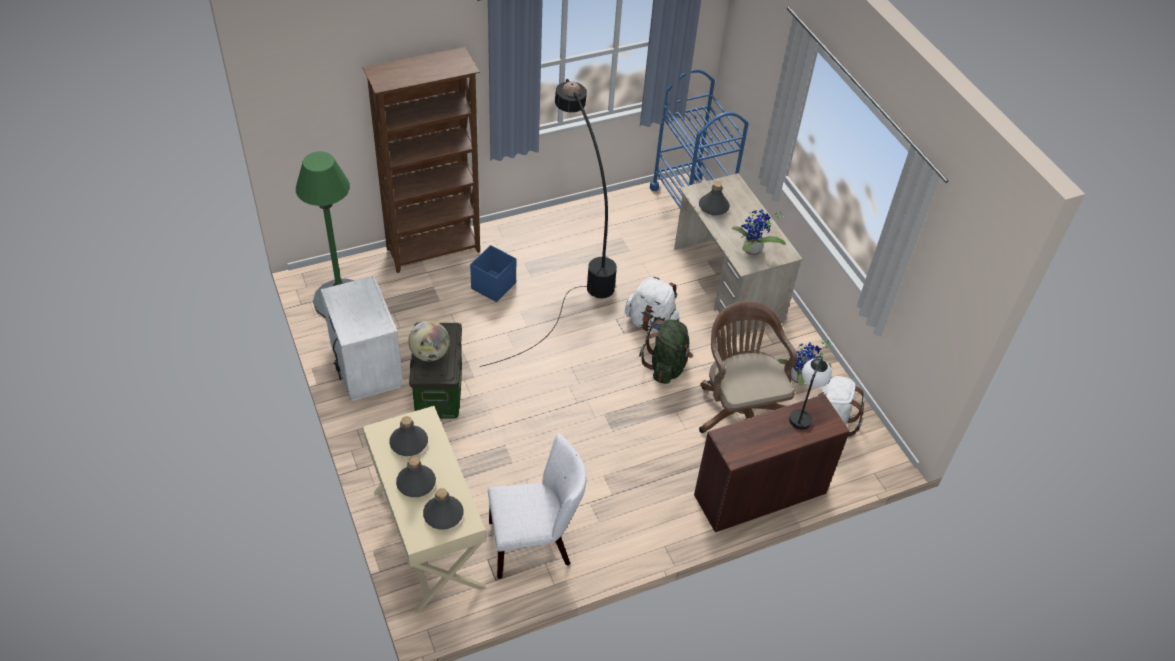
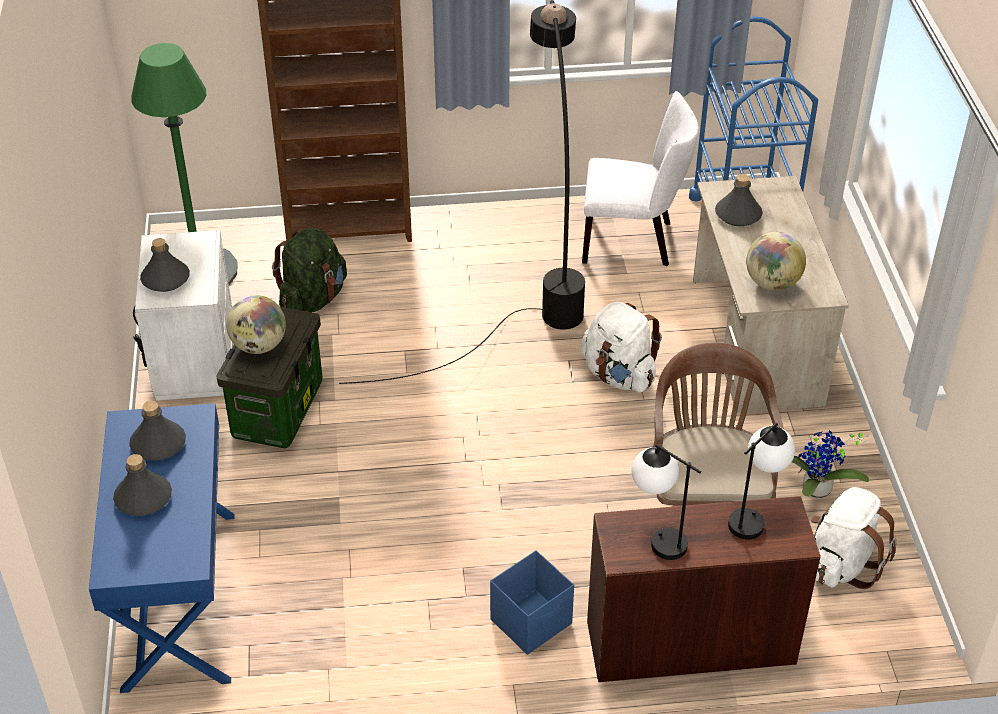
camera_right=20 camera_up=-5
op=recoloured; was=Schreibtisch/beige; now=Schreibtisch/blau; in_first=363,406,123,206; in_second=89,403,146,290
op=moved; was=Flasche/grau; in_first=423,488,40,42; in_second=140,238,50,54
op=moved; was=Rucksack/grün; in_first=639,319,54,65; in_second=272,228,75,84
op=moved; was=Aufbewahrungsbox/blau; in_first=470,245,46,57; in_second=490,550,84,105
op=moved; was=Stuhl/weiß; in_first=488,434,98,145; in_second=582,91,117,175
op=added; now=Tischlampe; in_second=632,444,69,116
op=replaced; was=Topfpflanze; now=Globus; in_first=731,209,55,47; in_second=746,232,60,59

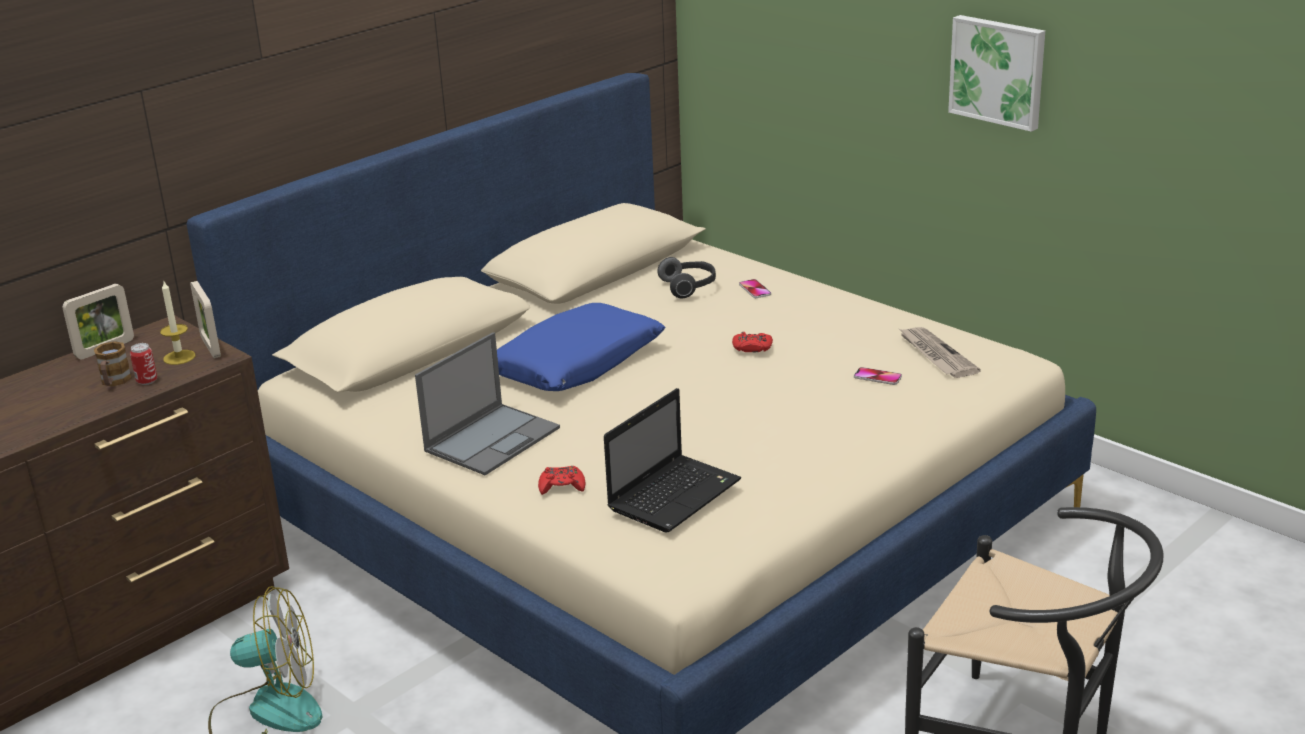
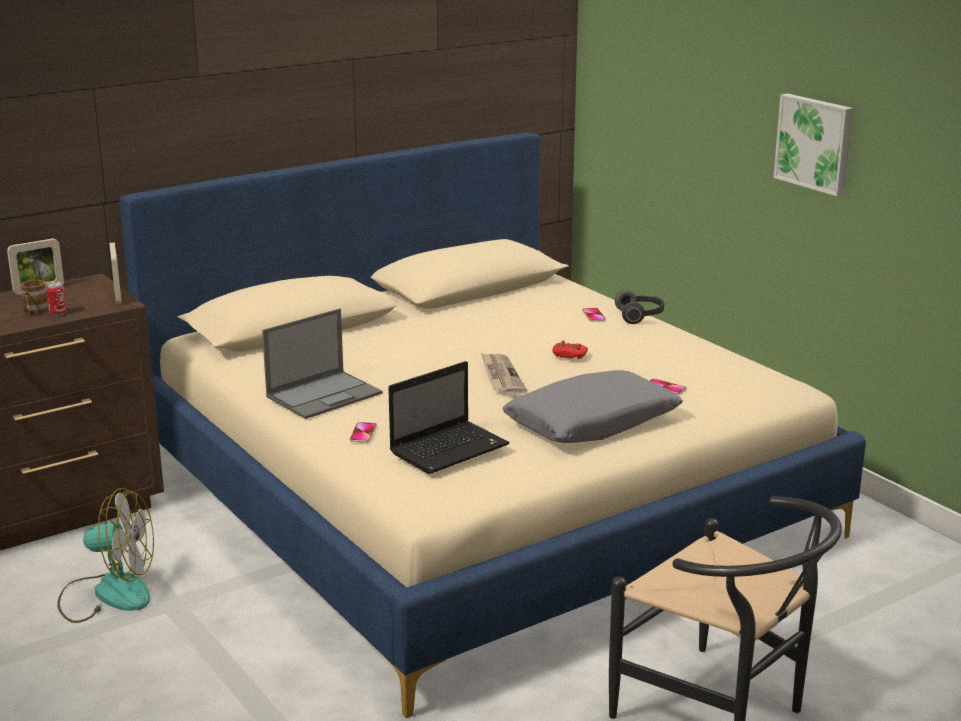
camera_right=10 camera_up=-5
op=replaced; was=Gamepad/rot; now=Handy; in_first=538,466,47,29; in_second=349,422,28,21
op=moved; was=Zeitung; in_first=899,327,82,51; in_second=481,353,46,42
op=added; now=Kissen/grau; in_second=502,370,181,73
op=moved; was=Kopfhörer; in_first=657,257,59,41; in_second=615,289,49,35
op=removed; was=Kerze; in_first=160,281,35,84
op=removed; was=Kissen/blau; in_first=497,303,168,88

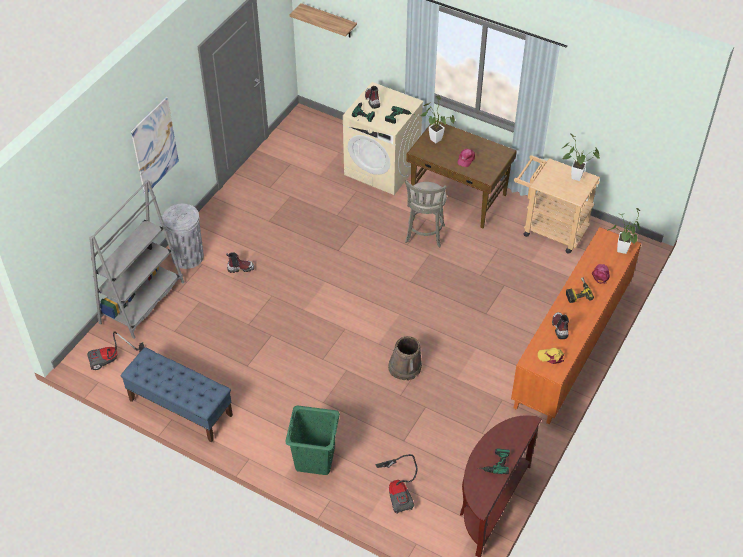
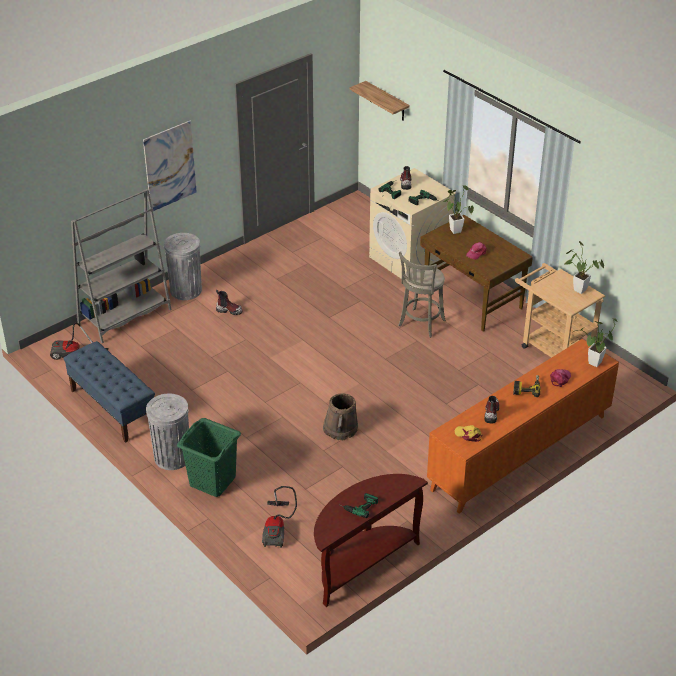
camera_right=20 camera_up=-10
op=added; now=Mülleimer/grau; in_second=146,394,43,76

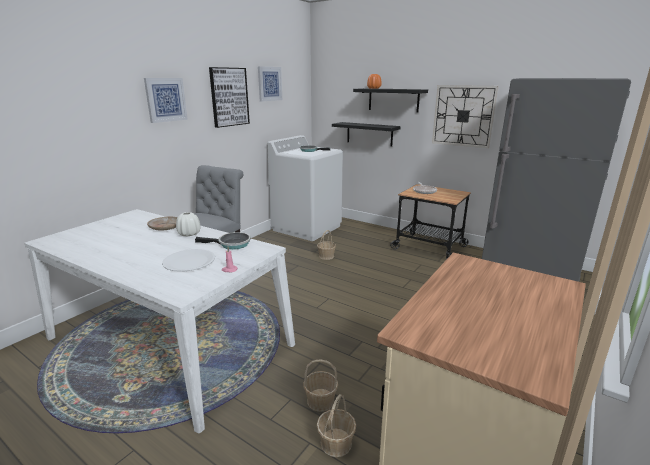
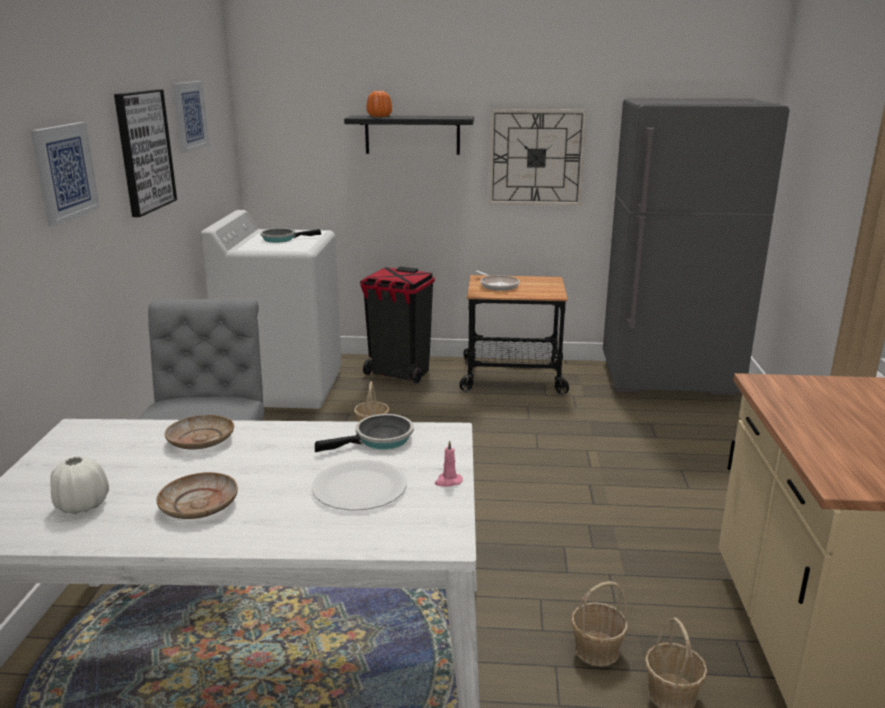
camera_right=-30 camera_up=0
op=moved; was=Vase/weiß; in_first=176,212,25,25; in_second=50,456,59,58
op=added; now=Teller/beige; in_second=157,472,81,47
op=added; now=Mülleimer/schwarz; in_second=360,267,75,116
op=removed; was=Wandregal/schwarz; in_first=332,122,69,25

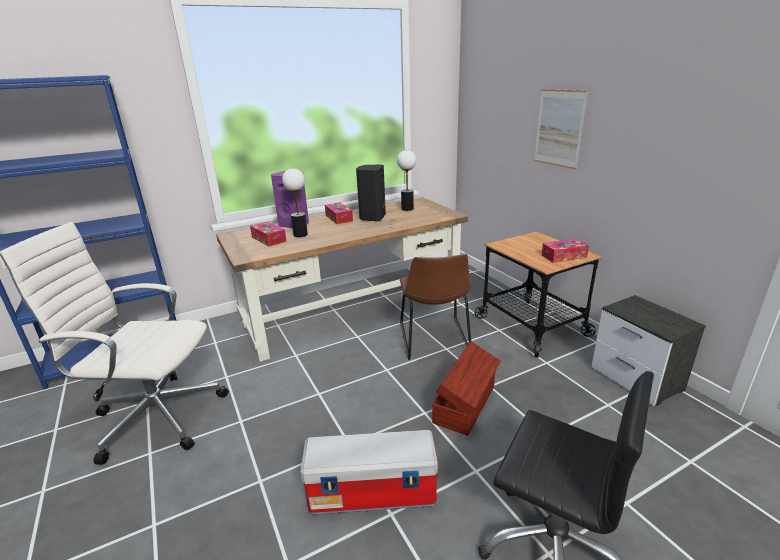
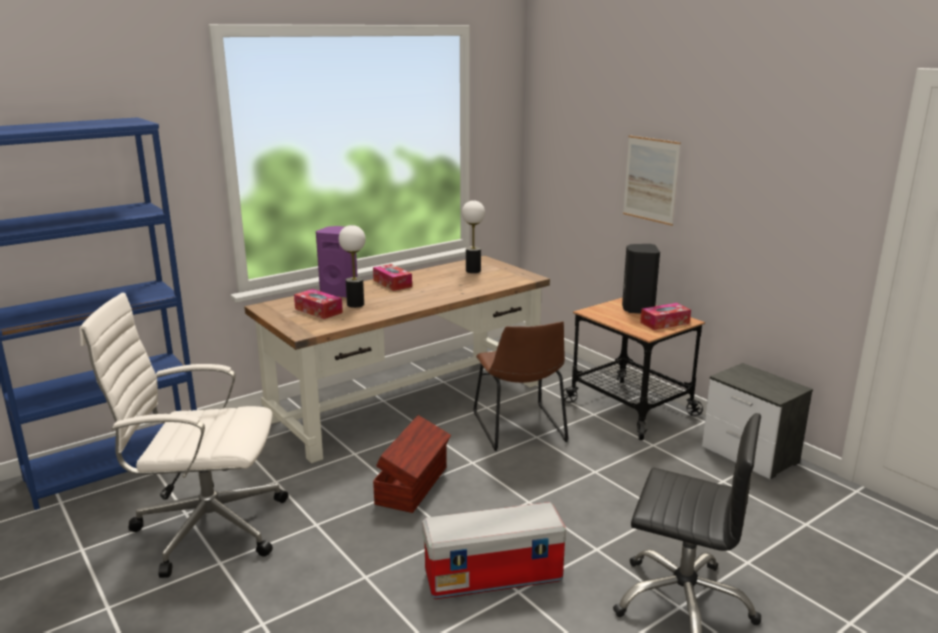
camera_right=-10 camera_up=-5
op=moved; was=Aufbewahrungsbox/braun; in_first=432,341,69,95; in_second=373,415,78,98
op=moved; was=Lautsprecher/schwarz; in_first=356,164,30,58; in_second=622,244,38,70

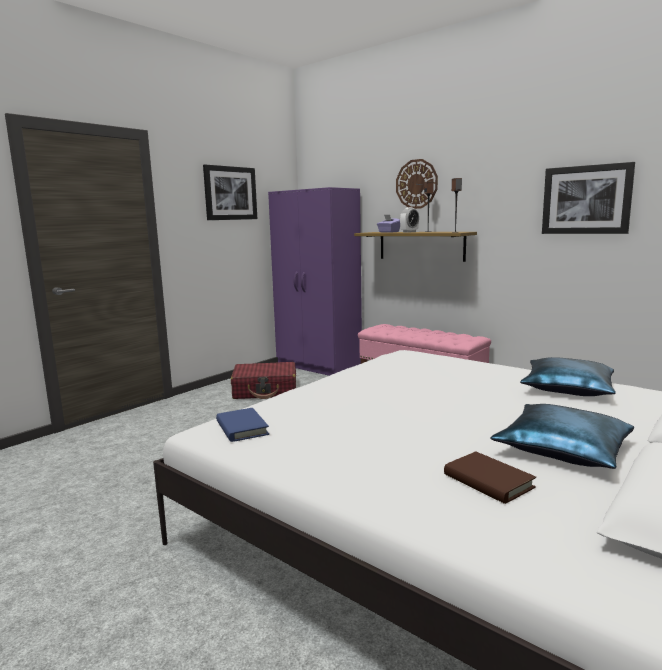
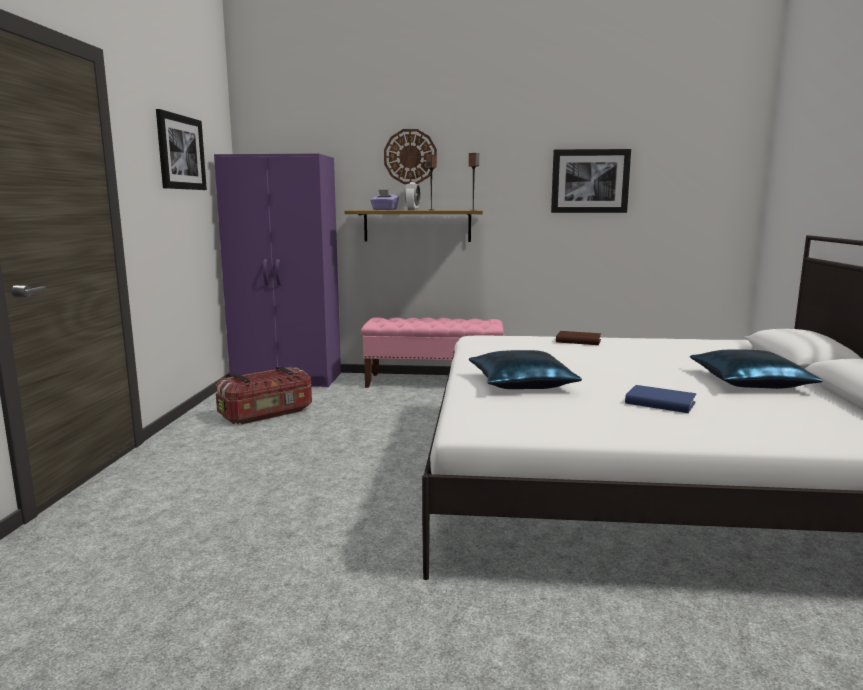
camera_right=-35 camera_up=0
op=replaced; was=Koffer/rot; now=Aufbewahrungsbox; in_first=231,362,65,37; in_second=215,366,97,58
op=moved; was=Kissen/blau; in_first=520,357,96,39; in_second=469,350,113,39
op=moved; was=Buch/braun; in_first=444,451,92,53; in_second=556,331,45,14
op=moved; was=Buch/blau; in_first=216,408,53,34; in_second=625,385,71,28

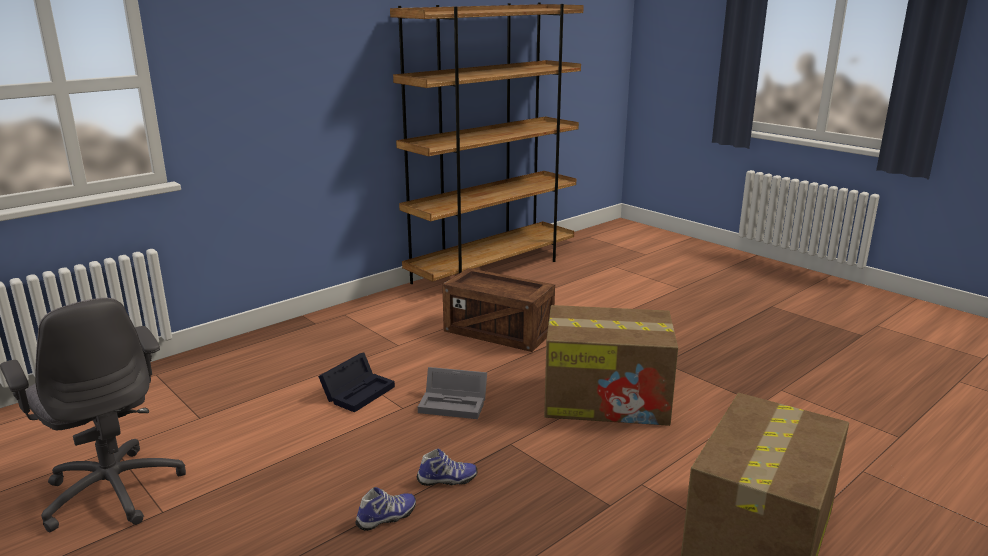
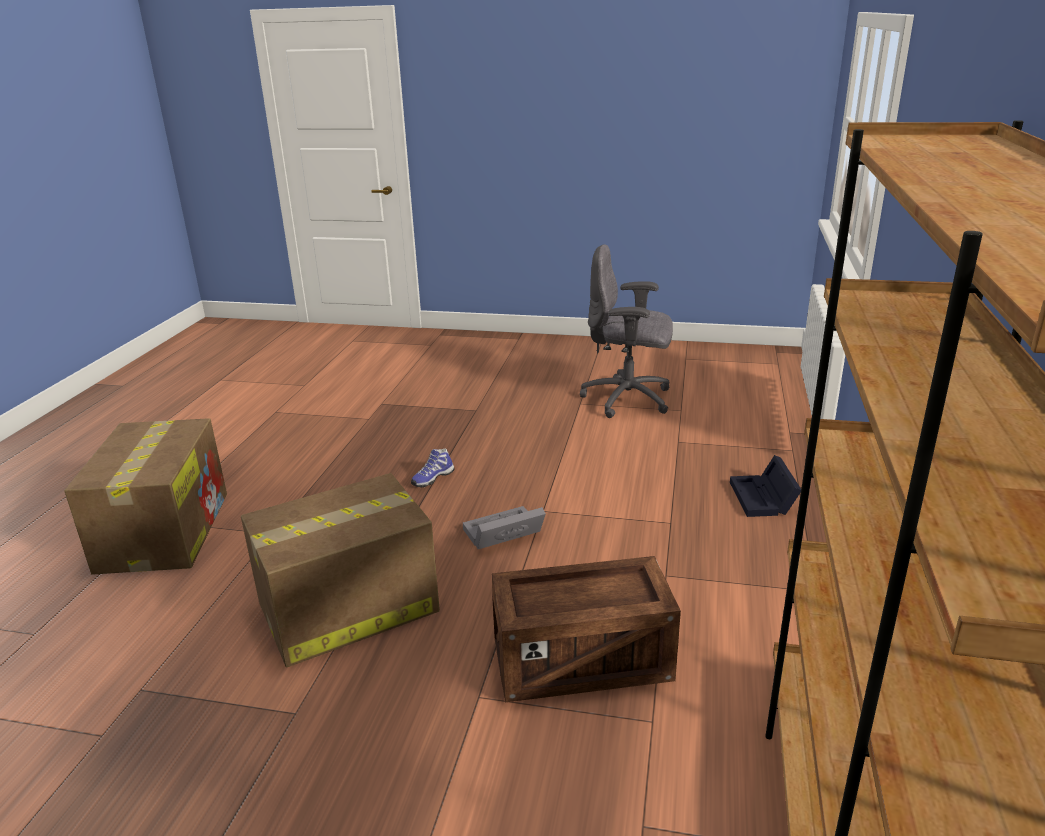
camera_right=145 camera_up=5
op=moved; was=Aufbewahrungsbox/schwarz; in_first=318,352,77,61; in_second=730,455,71,62
op=removed; was=Schuh; in_first=356,487,60,44

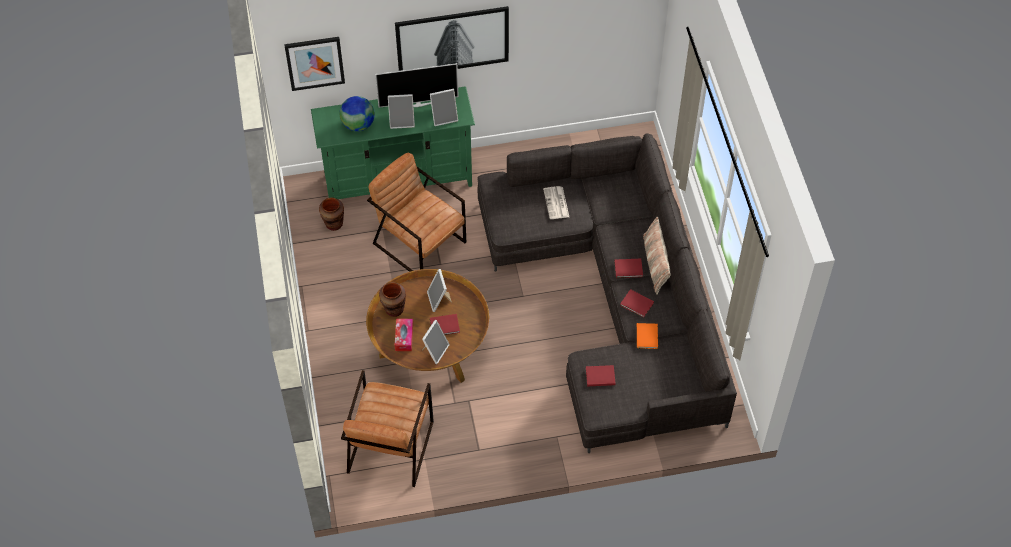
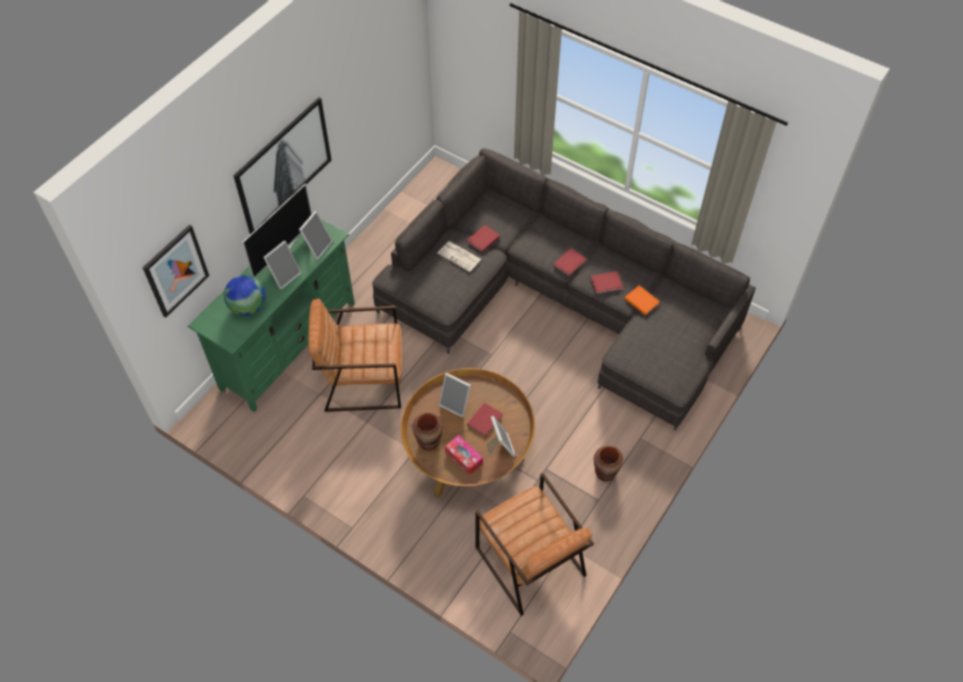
camera_right=-45 camera_up=0
op=moved; was=Buch/rot; in_first=586,365,30,21; in_second=467,225,33,28
op=moved; was=Vase/braun; in_first=319,197,25,34; in_second=594,446,29,36
op=removed; was=Kissen; in_first=643,217,27,78

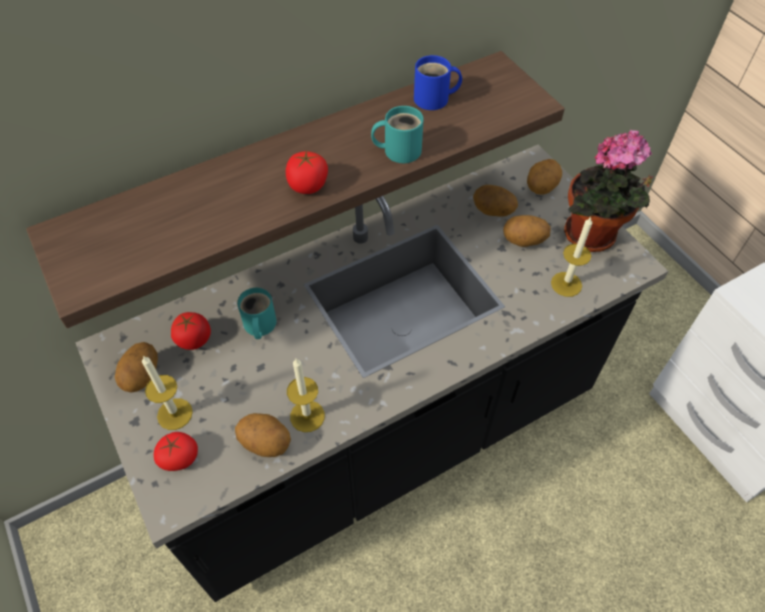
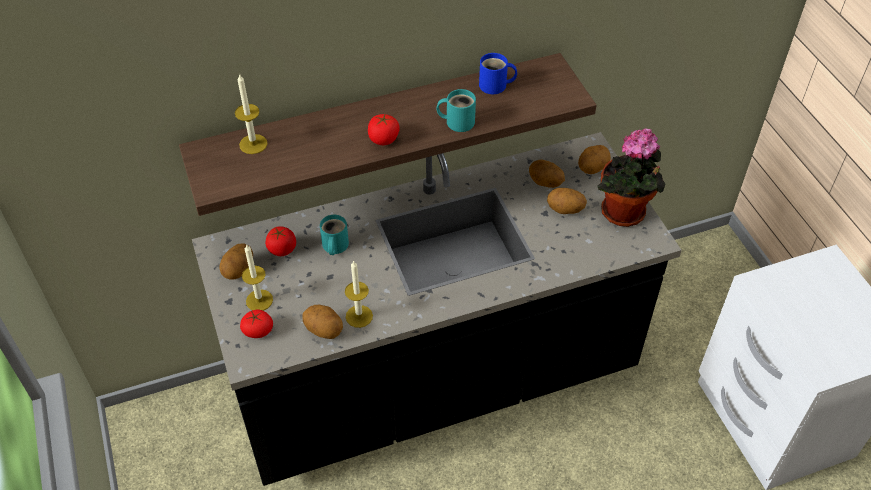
camera_right=10 camera_up=-5
op=moved; was=Kerze; in_first=551,217,41,80; in_second=235,73,32,81

